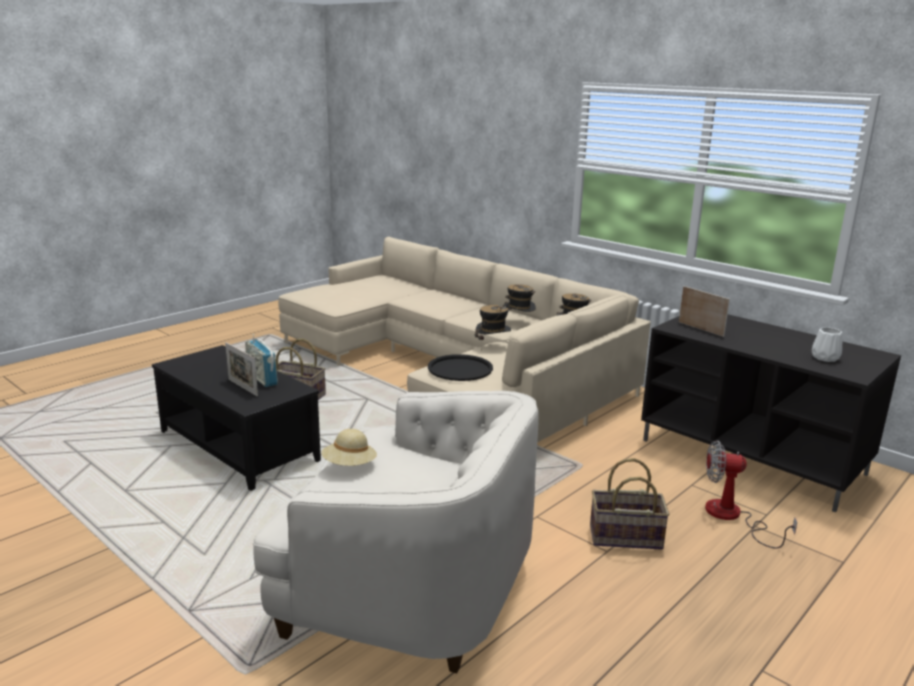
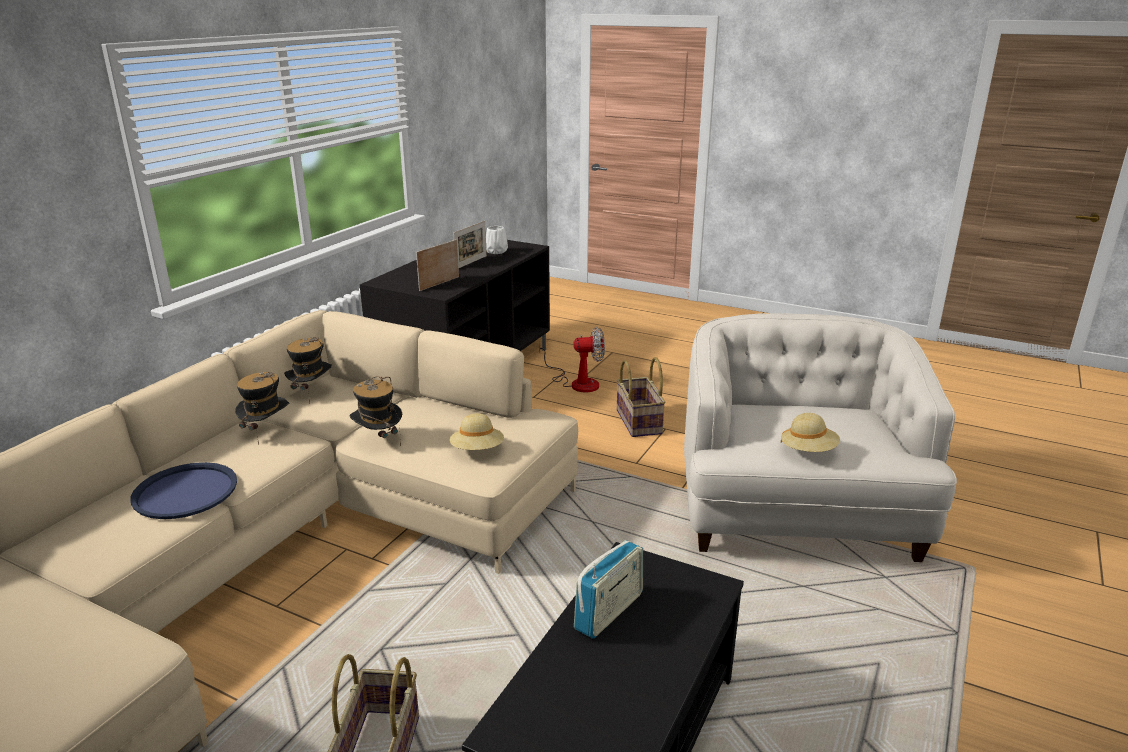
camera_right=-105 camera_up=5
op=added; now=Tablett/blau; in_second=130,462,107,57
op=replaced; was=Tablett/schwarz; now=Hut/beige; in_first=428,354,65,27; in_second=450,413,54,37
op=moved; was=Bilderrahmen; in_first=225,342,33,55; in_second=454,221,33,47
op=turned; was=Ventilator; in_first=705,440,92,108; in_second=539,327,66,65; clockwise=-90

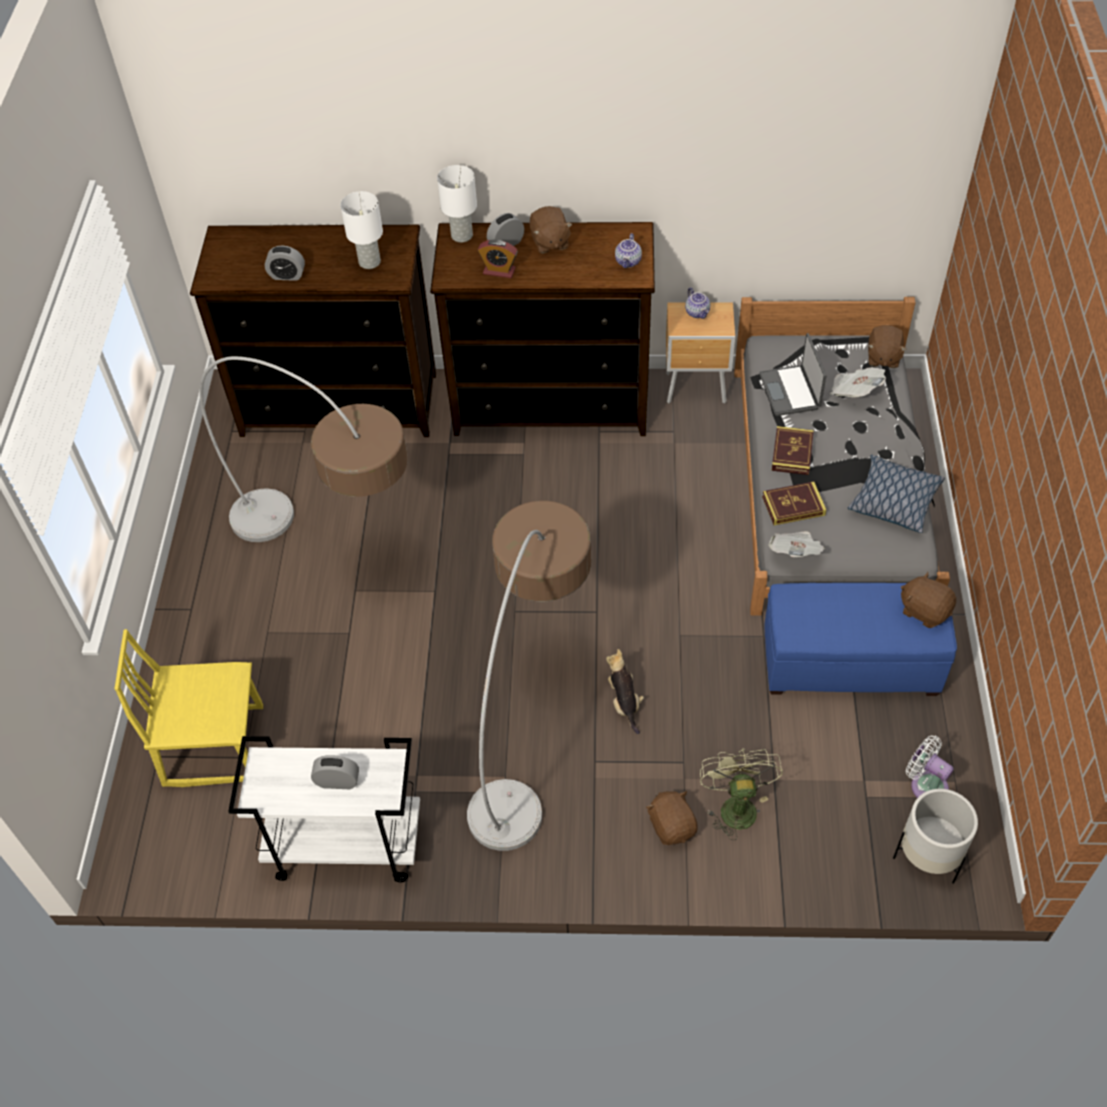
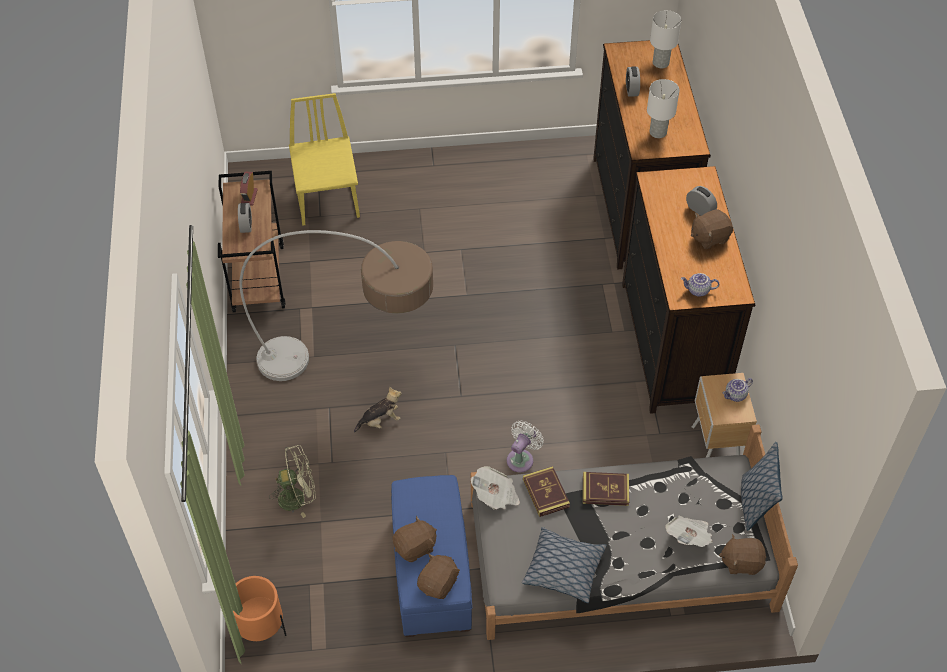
camera_right=80 camera_up=0
op=recoloured; was=Rollwagen/weiß; now=Rollwagen/braun; in_first=228,736,192,146; in_second=218,171,67,141
op=recoloured; was=Pflanzkübel/weiß; now=Pflanzkübel/orange; in_first=893,789,85,95; in_second=233,576,53,65
op=moved; was=Wecker; in_first=478,239,40,39; in_second=240,172,18,34
op=moved; was=Plüschtier/braun; in_first=646,791,52,54; in_second=393,516,44,46
op=moved; was=Ventilator/weiß; in_first=906,735,48,63; in_second=507,421,37,52
op=moved; was=Tischlampe/weiß; in_first=437,165,40,77; in_second=650,10,31,58
op=added; now=Kissen; in_second=741,442,42,89
op=removed; was=Stehlampe; in_first=200,356,208,186
op=removed; was=Laptop; in_first=759,333,67,83

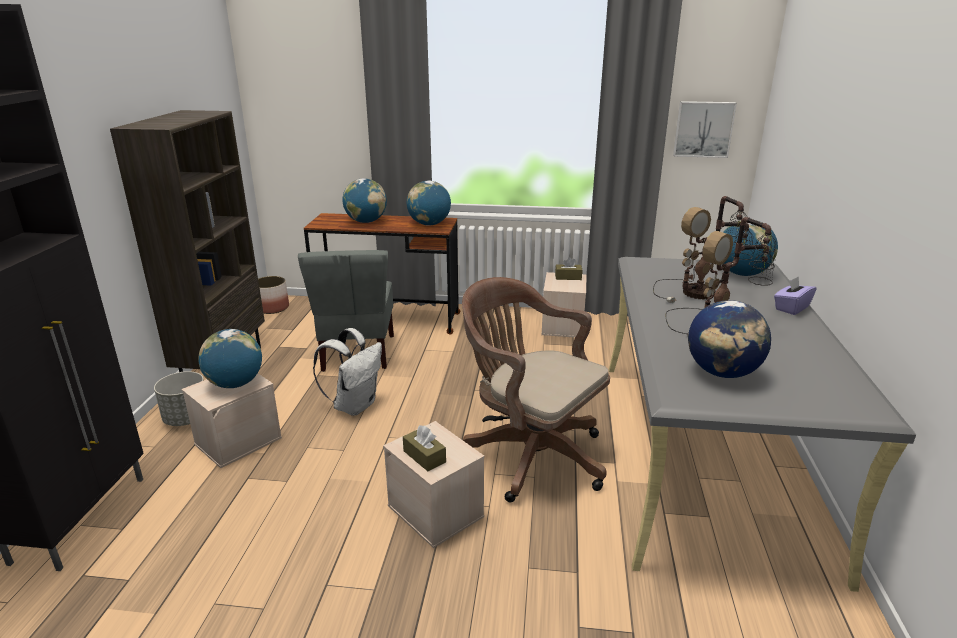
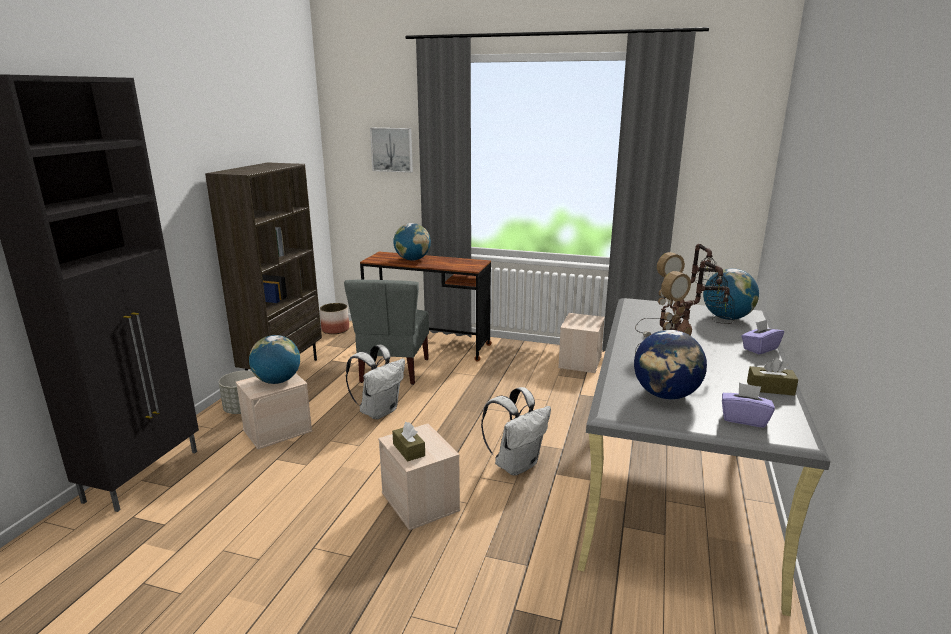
camera_right=10 camera_up=-5
op=moved; was=Bild; in_first=673,101,64,57; in_second=370,128,43,45
op=replaced; was=Bürostuhl/braun; now=Rucksack/weiß; in_first=462,277,148,226; in_second=481,387,70,89
op=added; now=Taschentuchbox/lila; in_second=722,383,53,45
op=moved; was=Taschentuchbox/braun; in_first=555,257,27,23; in_second=747,357,51,39
op=removed; was=Globus; in_first=407,180,44,46

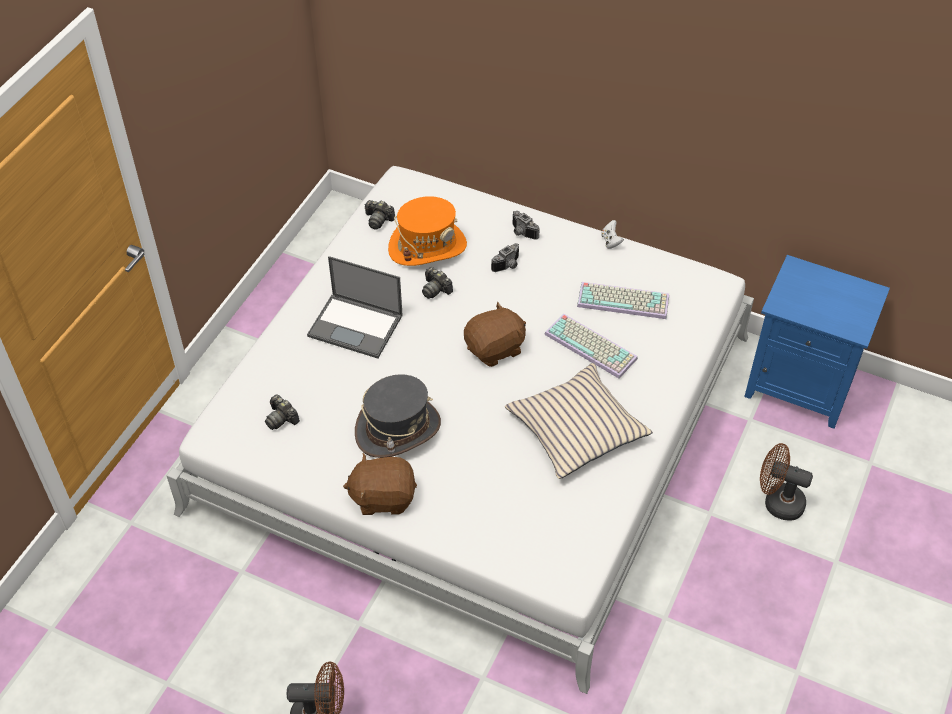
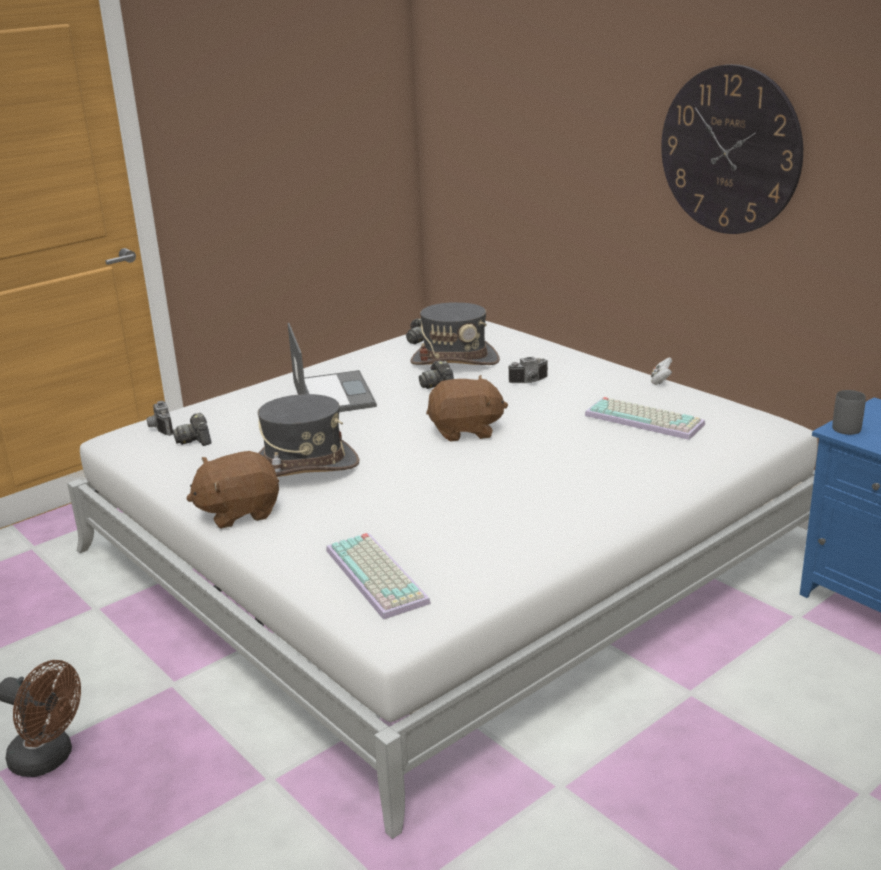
camera_right=25 camera_up=-25
op=moved; was=Kamera; in_first=512,211,28,29; in_second=146,401,27,35
op=turned; was=Plüschtier/braun; in_first=343,453,74,62; in_second=186,451,93,78; clockwise=-45
op=turned; was=Laptop; in_first=307,256,96,102; in_second=288,323,89,89; clockwise=-150
op=moved; was=Tastatur; in_first=544,313,94,66; in_second=326,533,105,87
op=recoloured; was=Hut/orange; now=Hut/grau; in_first=388,196,79,70; in_second=410,302,90,63
op=added; now=Wanduhr; in_second=661,64,142,170
op=added; now=Henkelbecher/grau; in_second=832,390,34,45
op=removed; was=Kissen/beige; in_first=505,363,148,116
op=removed; was=Ventilator/braun; in_first=760,443,53,78

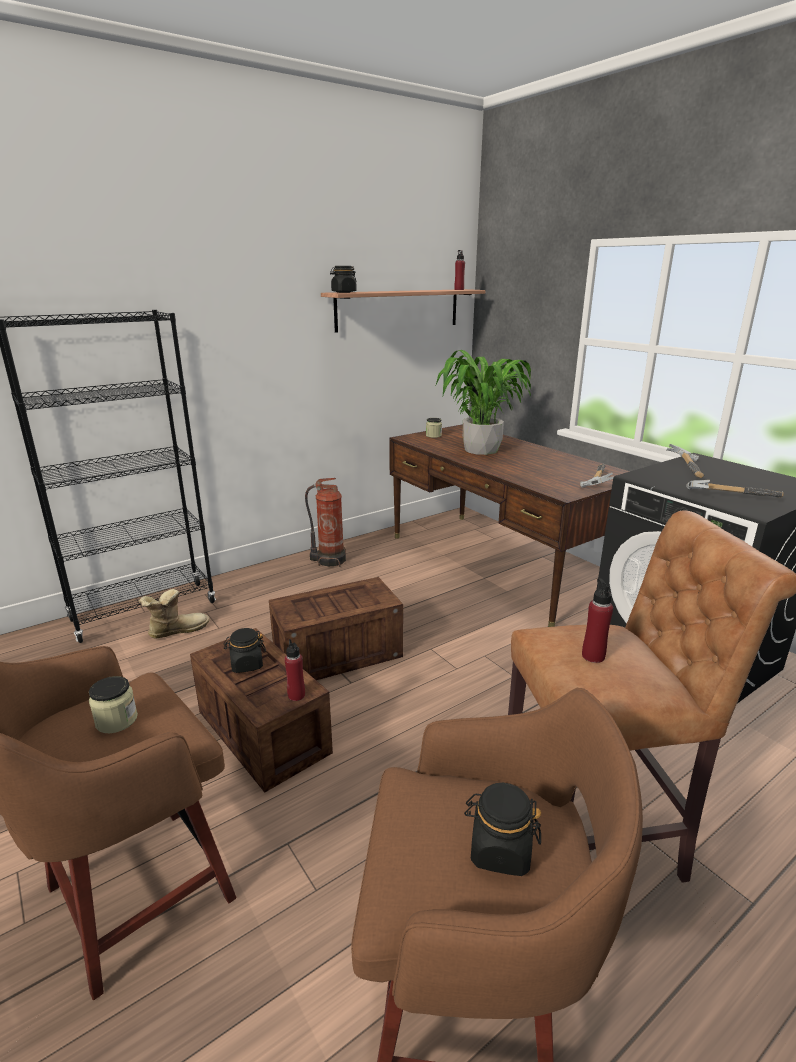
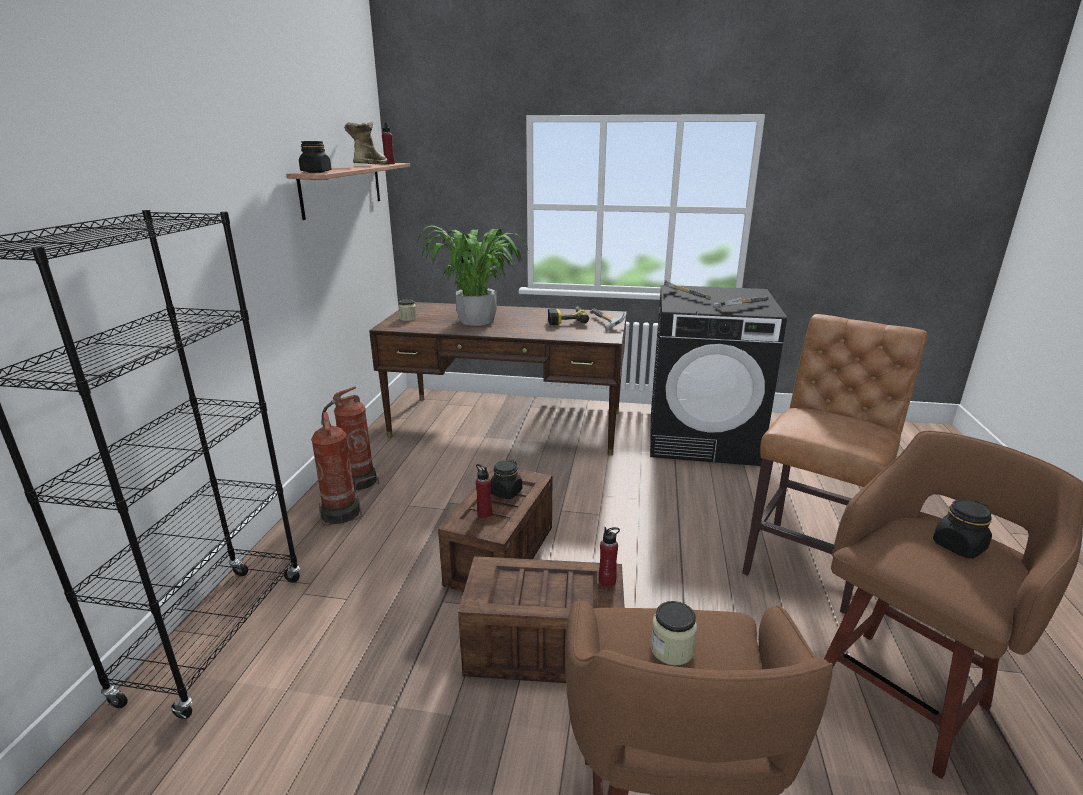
camera_right=-45 camera_up=0
op=added; now=Feuerlöscher; in_second=311,412,51,114
op=moved; was=Stiefel; in_first=139,589,71,49; in_second=344,122,43,43
op=moved; was=Flasche/rot; in_first=582,578,31,85; in_second=476,464,16,54
op=moved; was=Vorratsglas/schwarz; in_first=223,628,43,45; in_second=491,460,31,39
op=added; now=Bohrmaschine; in_second=548,306,41,19

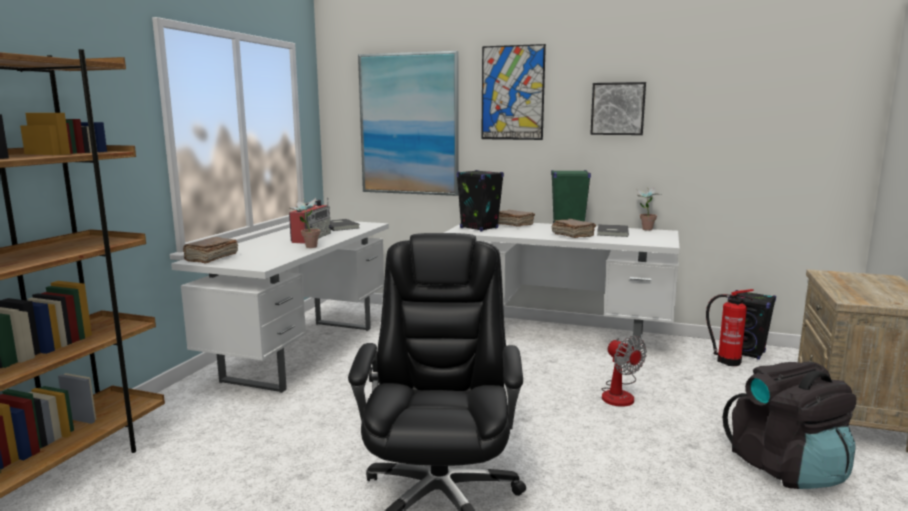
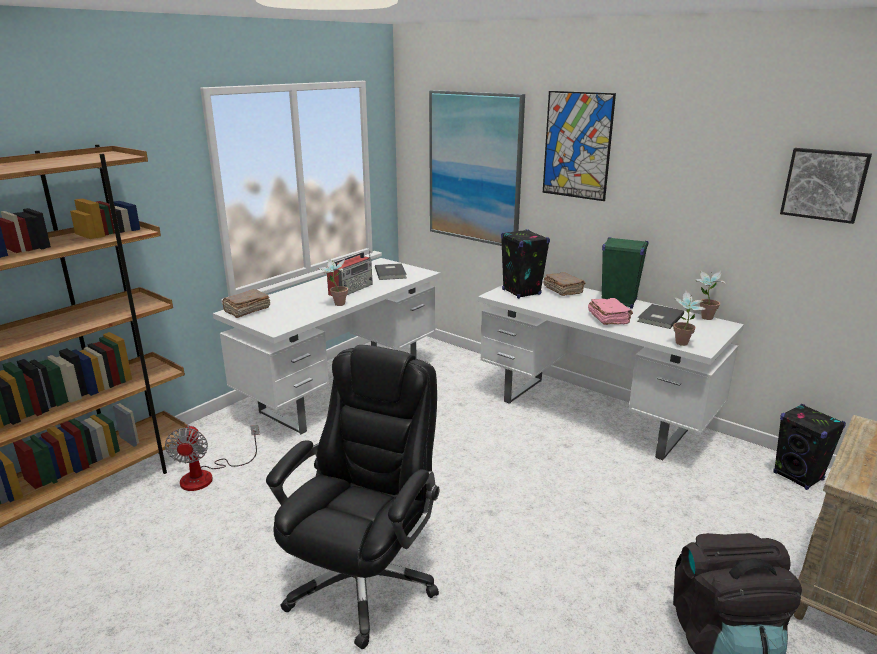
camera_right=20 camera_up=10
op=moved; was=Ventilator; in_first=601,336,46,71; in_second=165,425,95,66
op=recoloured; was=Buch/braun; now=Buch/rosa; in_first=552,219,44,19; in_second=588,298,45,27
op=added; now=Topfpflanze; in_second=673,290,32,56
op=moved; was=Bild; in_first=590,82,56,53; in_second=780,148,92,76
op=removed; was=Feuerlöscher; in_first=706,289,48,77

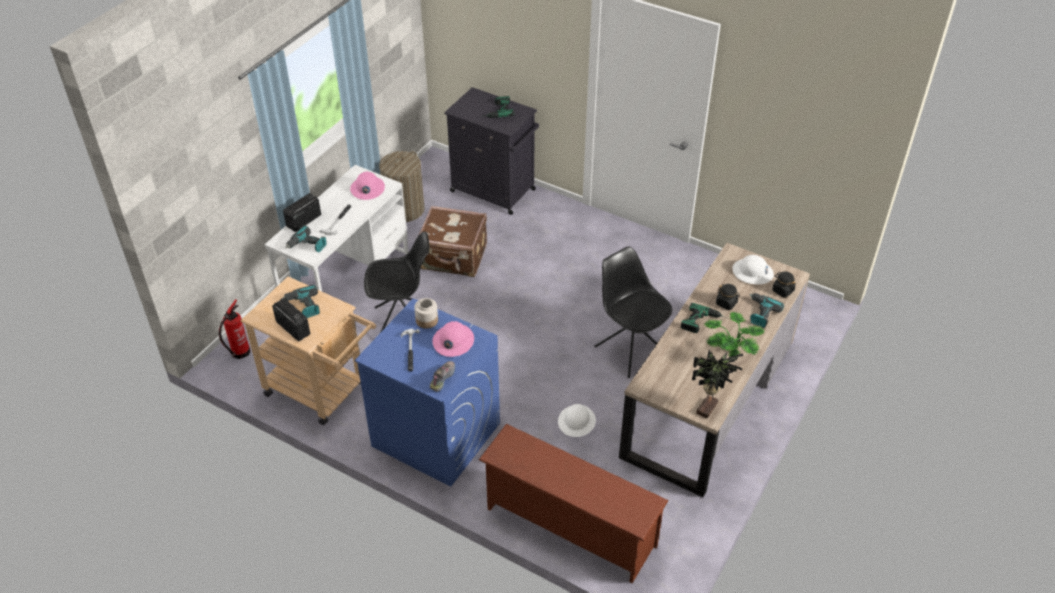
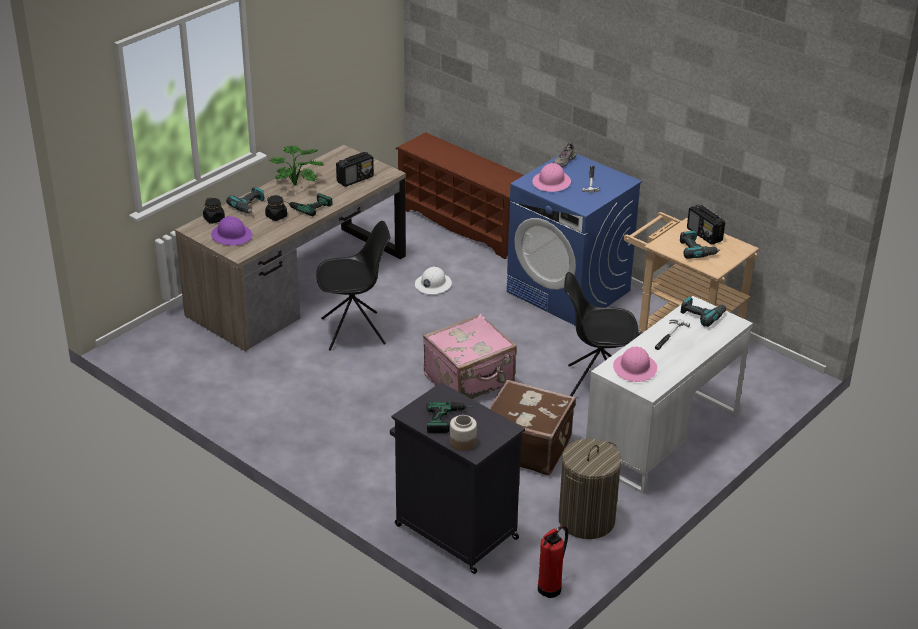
camera_right=-170 camera_up=-10
op=recoloured; was=Schutzhelm/weiß; now=Schutzhelm/lila; in_first=732,255,42,29; in_second=211,216,41,30
op=turned; was=Stuhl/schwarz; in_first=594,247,78,131; in_second=316,221,75,130; clockwise=-75
op=moved; was=Radio; in_first=283,193,38,39; in_second=336,152,38,35
op=added; now=Koffer/rosa; in_second=423,314,94,85
op=moved; was=Vorratsglas; in_first=414,298,24,31; in_second=450,415,27,36
op=moved; was=Feuerlöscher; in_first=219,300,31,59; in_second=538,525,30,73
op=removed; was=Topfpflanze; in_first=692,350,51,68

